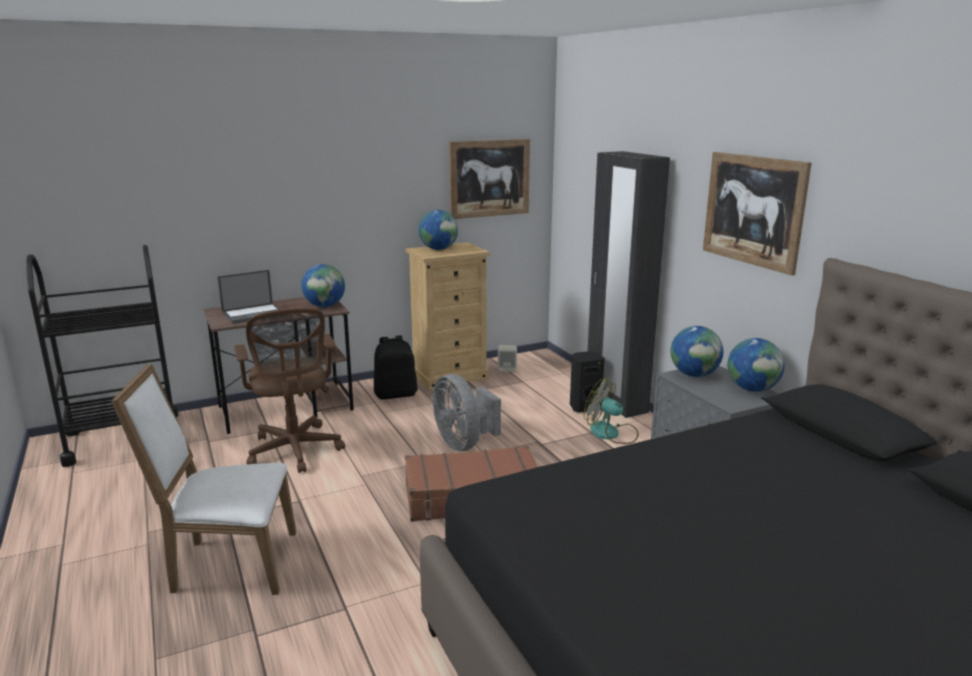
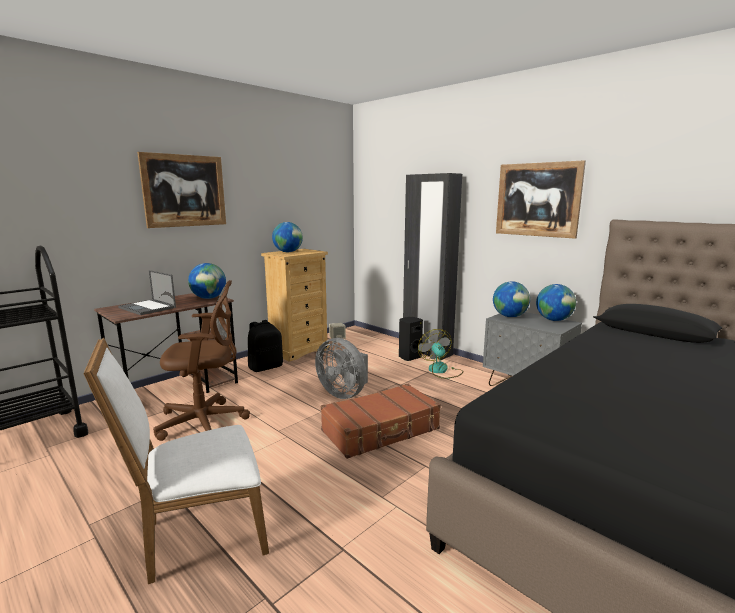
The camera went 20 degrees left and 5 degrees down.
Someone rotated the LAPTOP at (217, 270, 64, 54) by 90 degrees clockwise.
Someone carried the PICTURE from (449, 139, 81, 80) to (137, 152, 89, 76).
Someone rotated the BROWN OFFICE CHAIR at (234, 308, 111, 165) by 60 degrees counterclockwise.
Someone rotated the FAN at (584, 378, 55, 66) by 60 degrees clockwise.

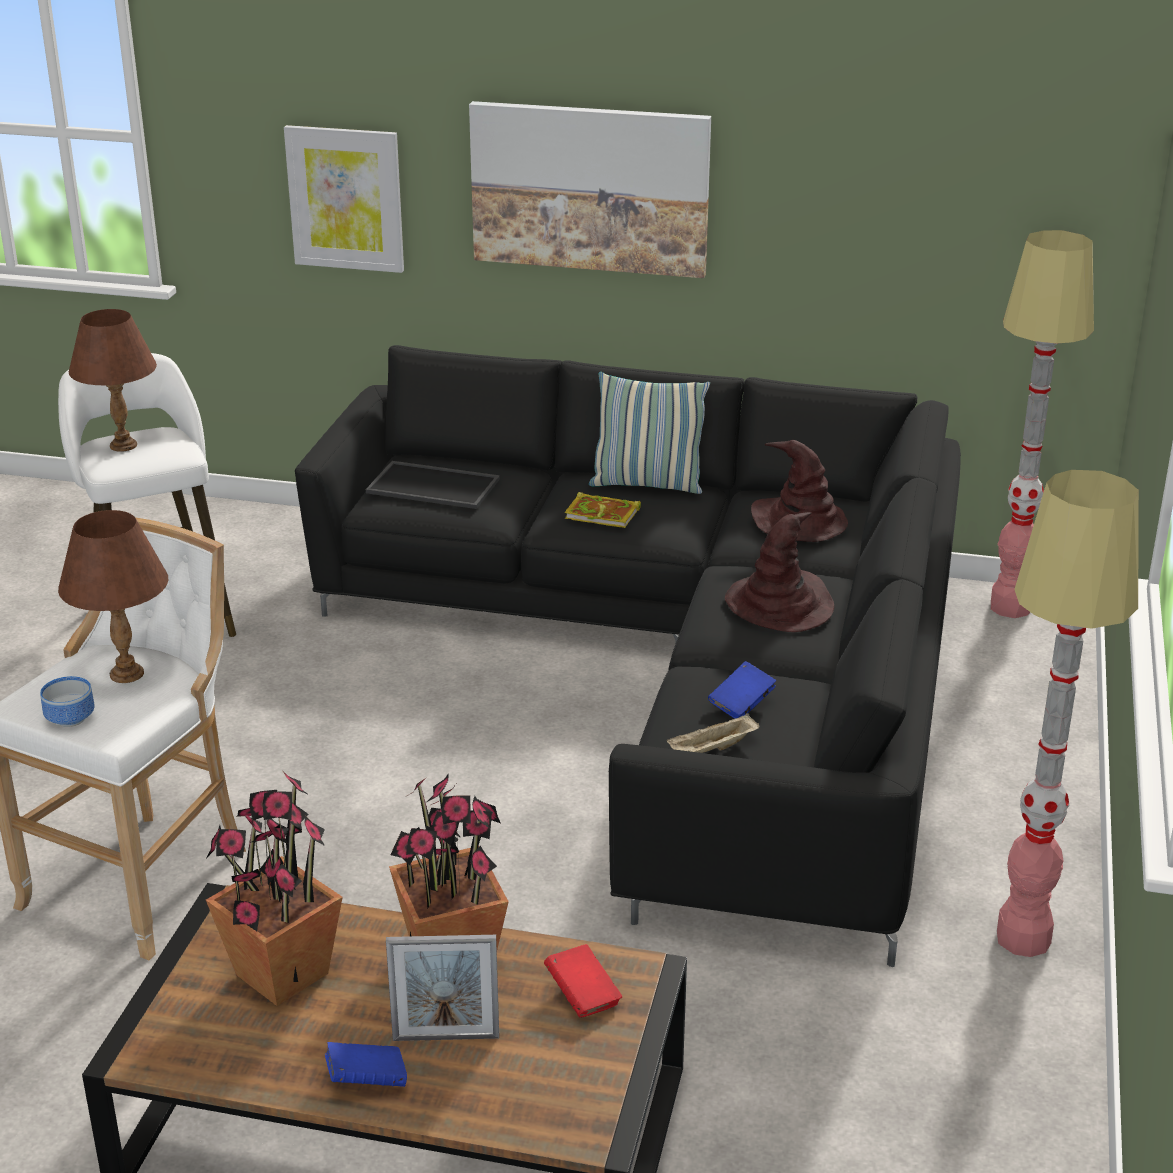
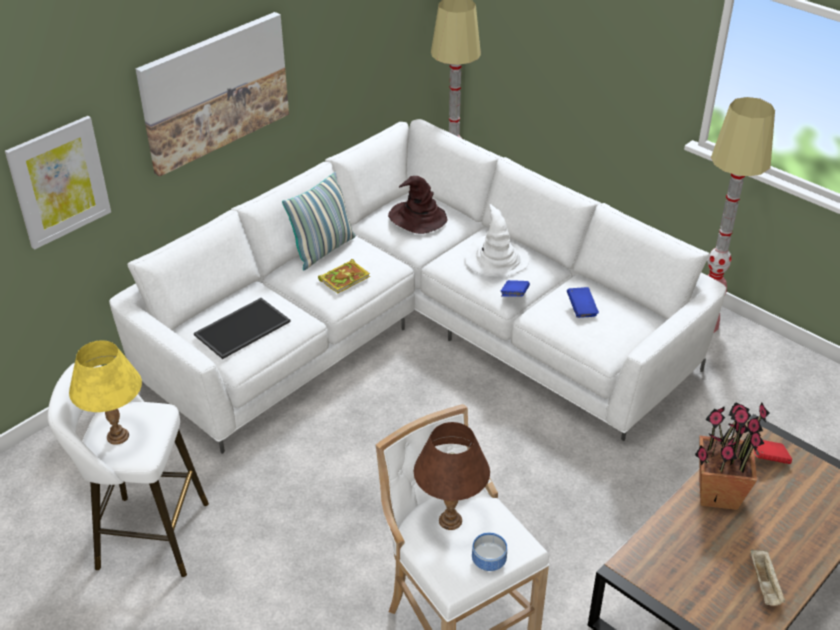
The camera went 60 degrees left and 10 degrees up.
Someone repainted the BROWN TABLE LAMP at (69, 309, 88, 143), which became the YELLOW TABLE LAMP at (69, 340, 73, 105).
Someone repainted the BLACK SOFA at (295, 345, 666, 622), which became the WHITE SOFA at (109, 119, 617, 335).
Someone repainted the BROWN HAT at (725, 512, 109, 120), which became the WHITE HAT at (465, 204, 65, 73).
Someone carried the BLUE BOOK from (325, 1042, 82, 45) to (501, 280, 29, 17).
Someone carried the BEIGE TRAY from (667, 713, 92, 40) to (751, 549, 35, 57).
Someone took away the POTTED PLANT at (206, 770, 137, 236).
Someone took away the PICTURE FRAME at (386, 935, 113, 106).

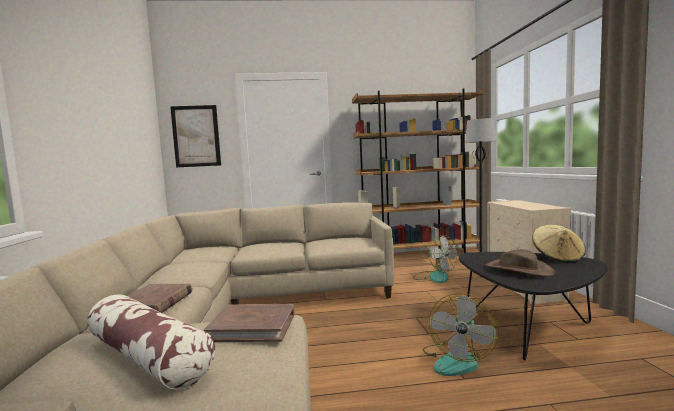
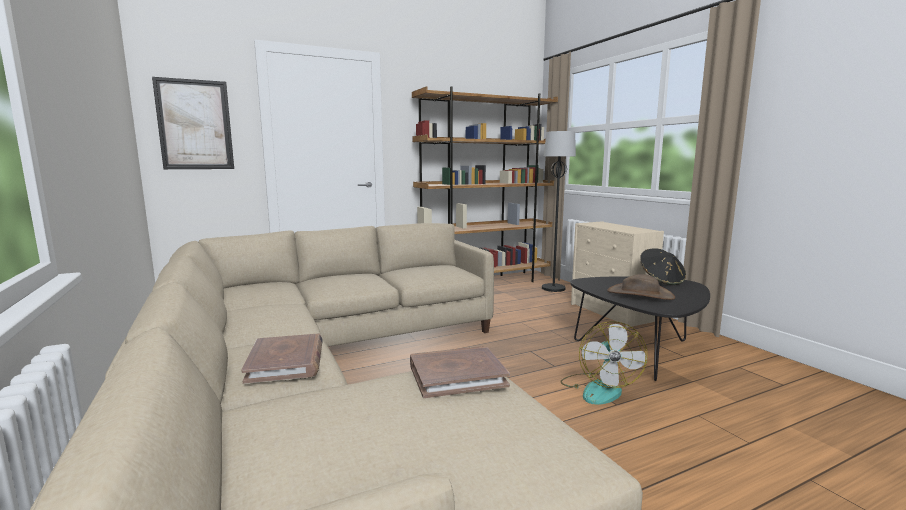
The camera went 20 degrees left and 5 degrees up.
Someone repainted the BEIGE HAT at (533, 225, 53, 38), which became the BLACK HAT at (640, 248, 46, 37).
Someone took away the PILLOW at (87, 294, 128, 96).
Someone took away the FAN at (413, 235, 46, 48).

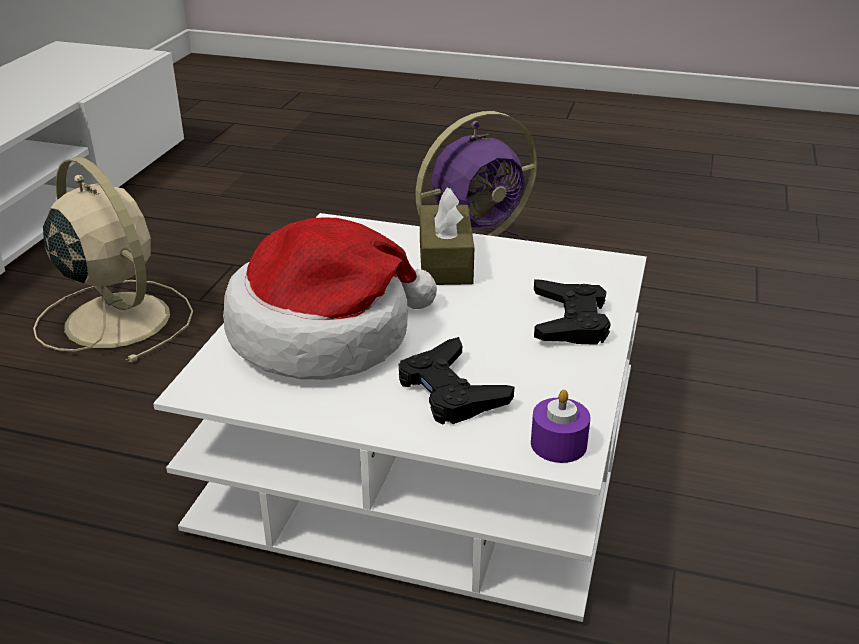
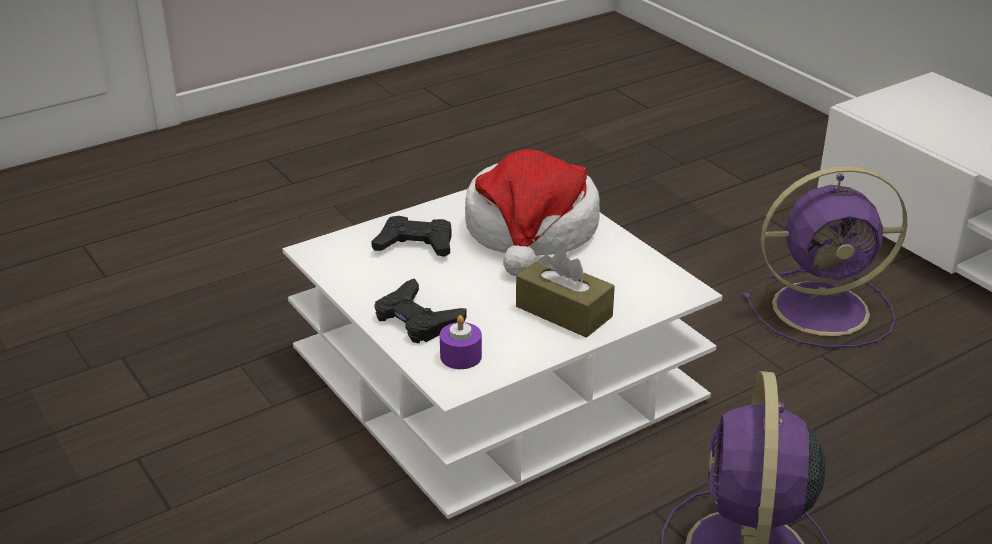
The camera went 130 degrees right and 0 degrees up.
Someone carried the PURPLE CANDLE from (531, 390, 59, 73) to (440, 315, 42, 54).
Someone repainted the BEIGE FAN at (33, 157, 160, 205), which became the PURPLE FAN at (743, 166, 164, 182).

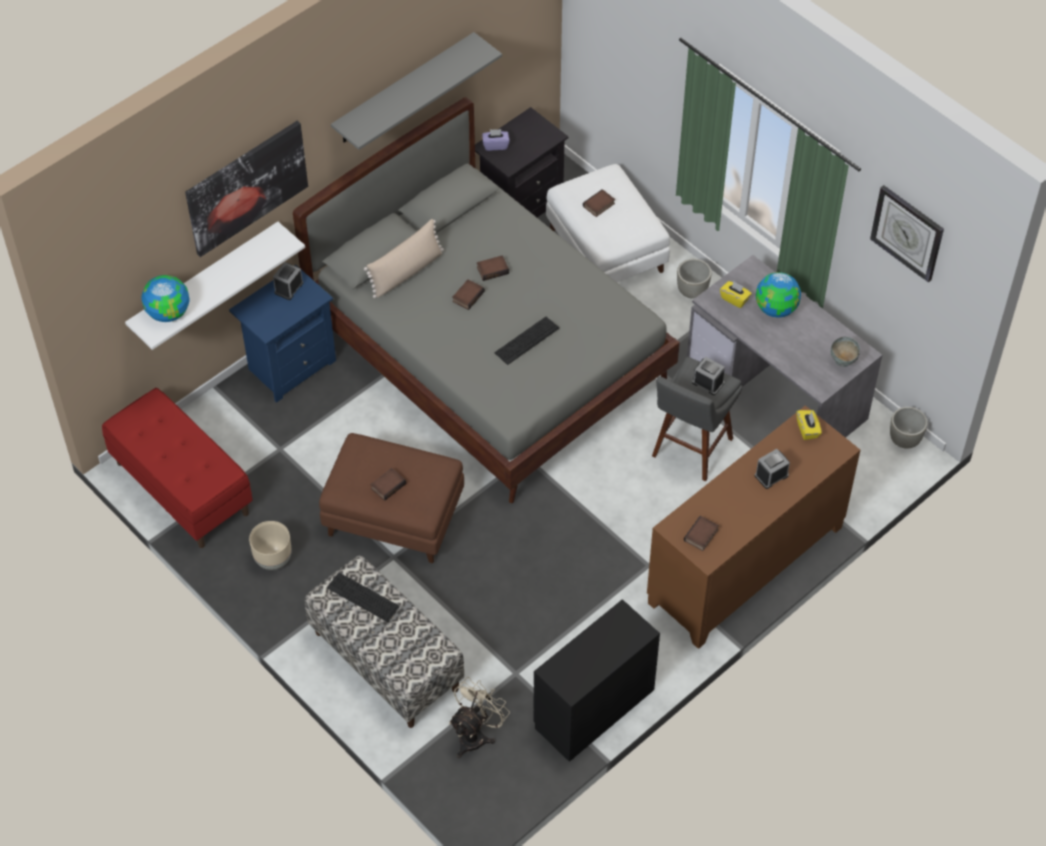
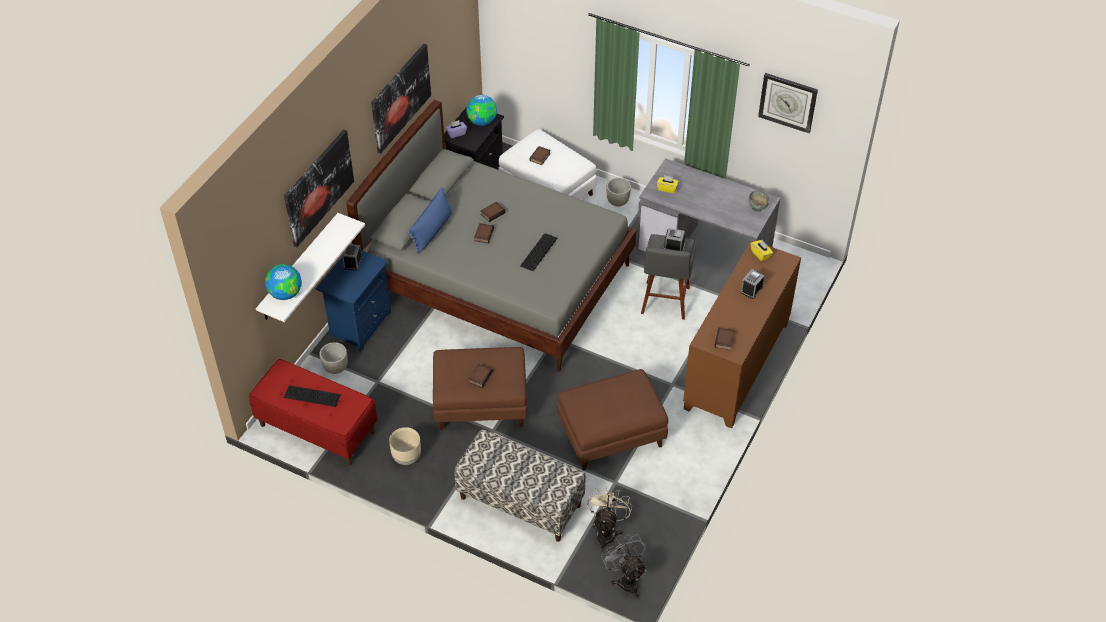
The camera went 20 degrees left and 5 degrees down.
Someone carried the KEYBOARD from (327, 573, 73, 49) to (284, 385, 56, 22).
Someone carried the GREY PLANTER from (890, 407, 38, 42) to (319, 342, 28, 32).
Someone swapped the GREY SHELF at (331, 32, 171, 118) for the PICTURE at (371, 44, 60, 110).
Someone repainted the BEIGE PILLOW at (364, 219, 80, 79), which became the BLUE PILLOW at (407, 187, 45, 66).
Someone carried the GLOBE from (756, 272, 45, 46) to (466, 95, 31, 31).
Someone put down the BROWN OTTOMAN at (557, 369, 111, 101).
Someone put down the GREY FAN at (601, 534, 45, 64).
Someone took away the BLACK DRESSER at (533, 599, 127, 163).

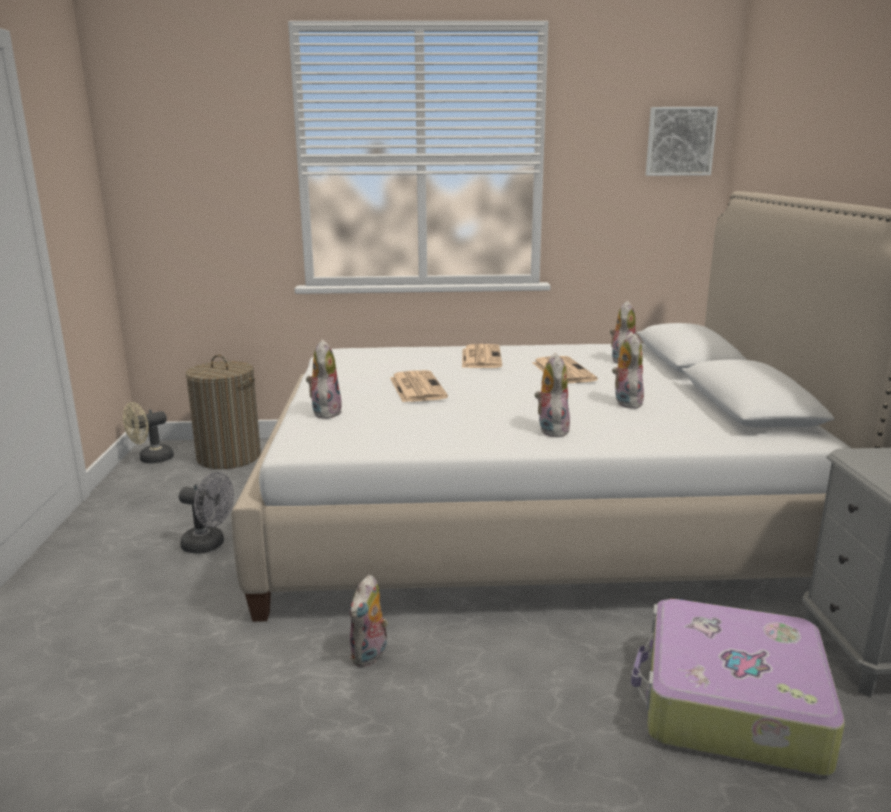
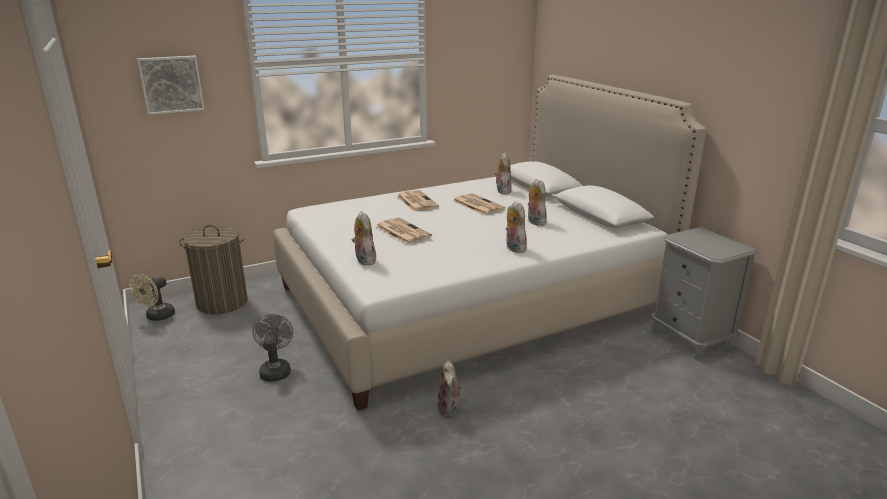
The camera went 25 degrees left and 5 degrees up.
Someone carried the PICTURE from (646, 107, 72, 69) to (137, 56, 68, 59).
Someone rotated the GREY FAN at (179, 472, 55, 81) by 90 degrees counterclockwise.
Someone took away the SUITCASE at (631, 599, 214, 177).

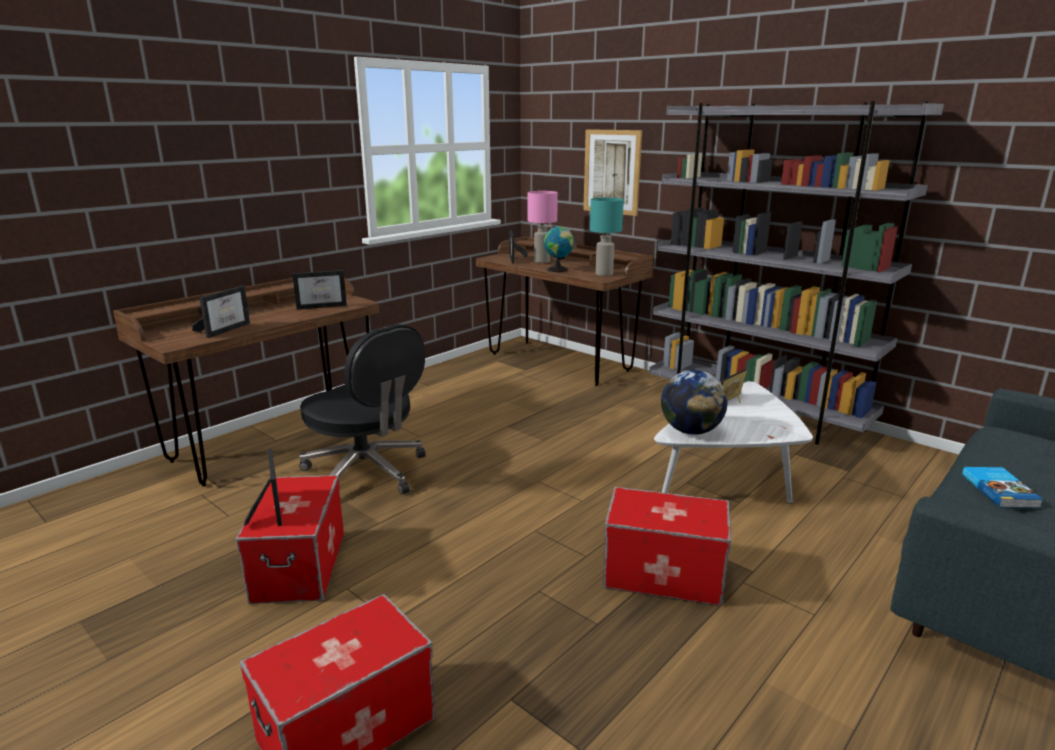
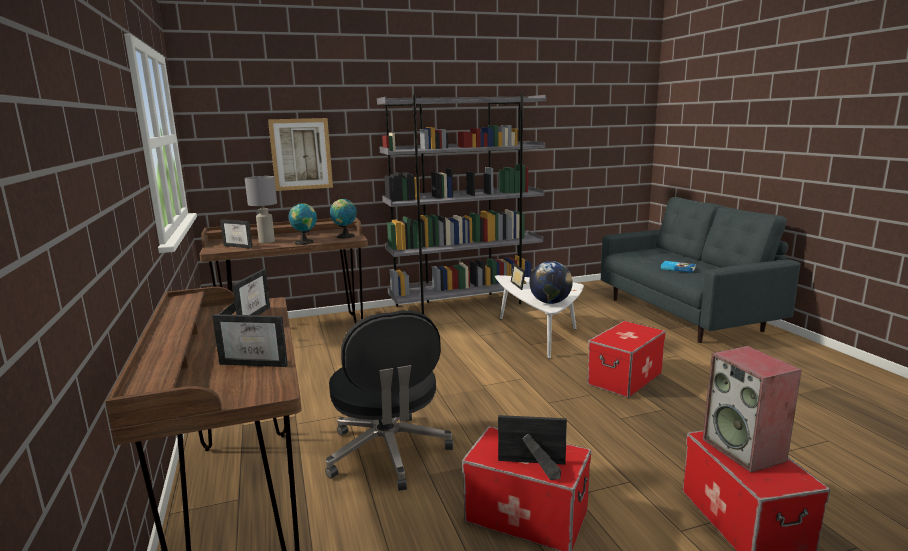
The camera went 60 degrees left and 5 degrees down.
Someone rotated the PICTURE FRAME at (192, 285, 58, 53) by 135 degrees clockwise.
Someone repainted the PINK TABLE LAMP at (528, 191, 30, 72), which became the GREY TABLE LAMP at (245, 176, 32, 67).
Someone rotated the BLACK OFFICE CHAIR at (299, 324, 127, 171) by 90 degrees clockwise.
Someone swapped the TURQUOISE TABLE LAMP at (590, 197, 34, 79) for the GLOBE at (330, 199, 27, 39).
Someone put down the SPEAKER at (702, 346, 100, 126).

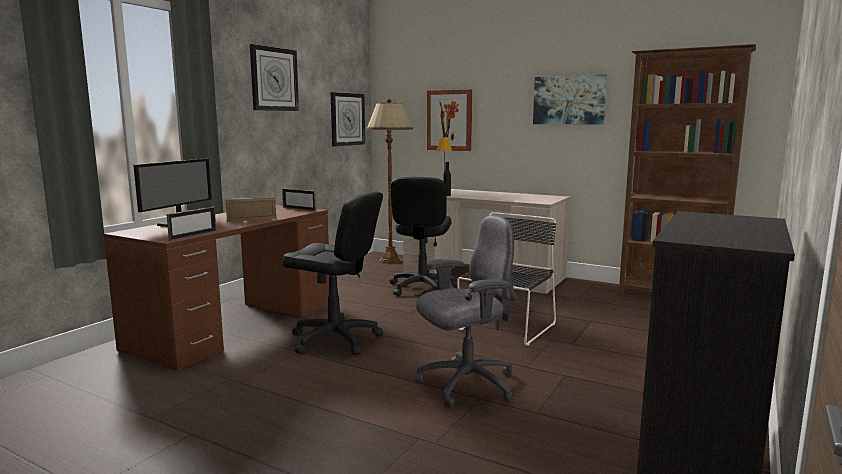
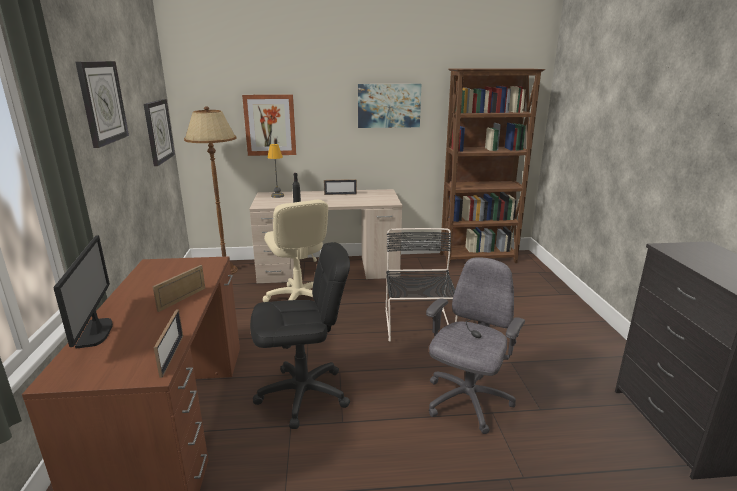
The camera went 35 degrees left and 10 degrees up.
Someone repainted the BLACK OFFICE CHAIR at (390, 177, 67, 119), which became the BEIGE OFFICE CHAIR at (263, 200, 65, 102).
Someone carried the PICTURE FRAME from (282, 188, 34, 23) to (324, 179, 33, 16).

